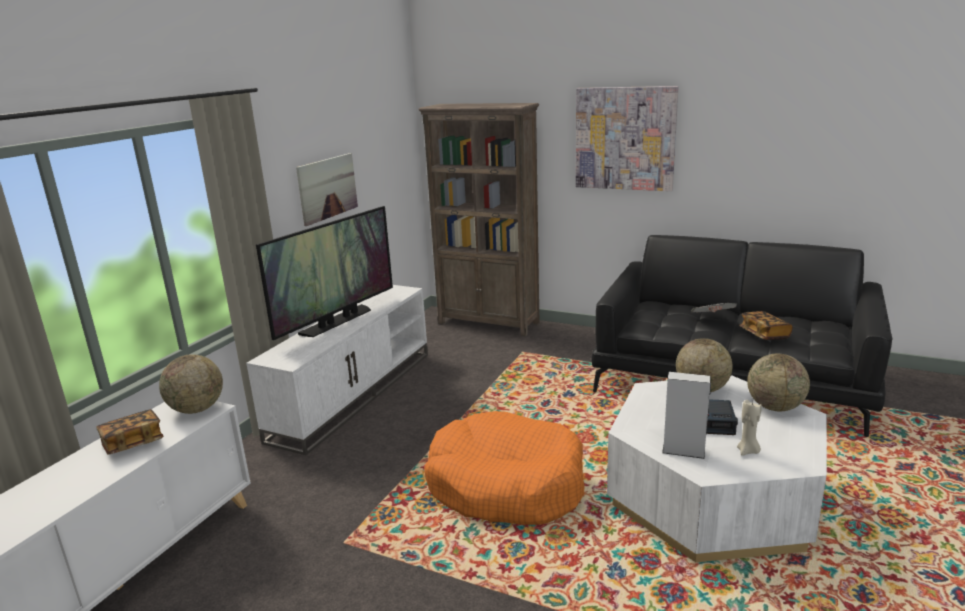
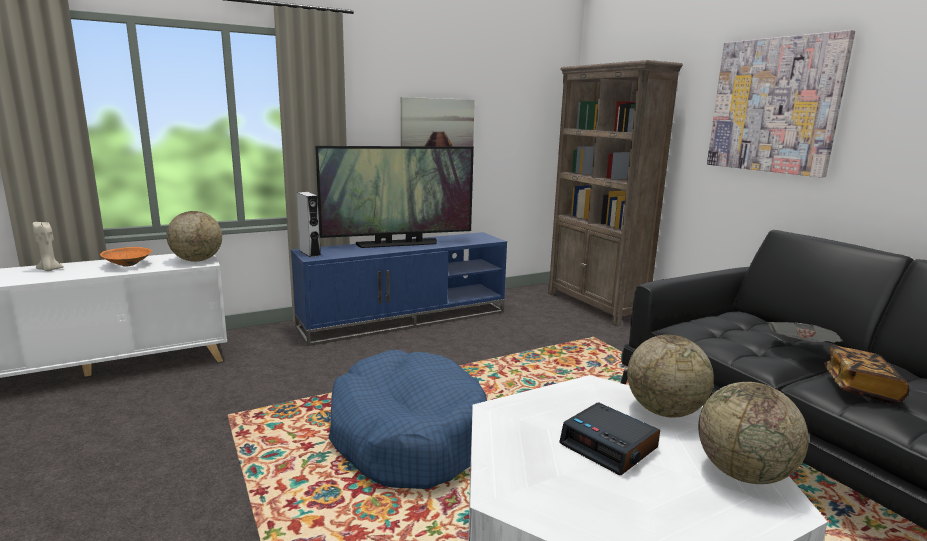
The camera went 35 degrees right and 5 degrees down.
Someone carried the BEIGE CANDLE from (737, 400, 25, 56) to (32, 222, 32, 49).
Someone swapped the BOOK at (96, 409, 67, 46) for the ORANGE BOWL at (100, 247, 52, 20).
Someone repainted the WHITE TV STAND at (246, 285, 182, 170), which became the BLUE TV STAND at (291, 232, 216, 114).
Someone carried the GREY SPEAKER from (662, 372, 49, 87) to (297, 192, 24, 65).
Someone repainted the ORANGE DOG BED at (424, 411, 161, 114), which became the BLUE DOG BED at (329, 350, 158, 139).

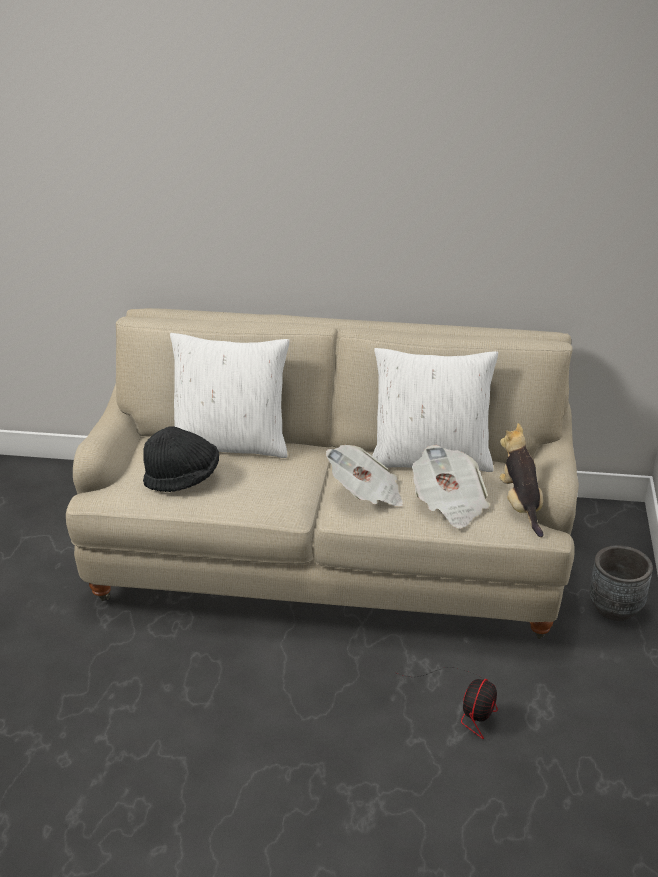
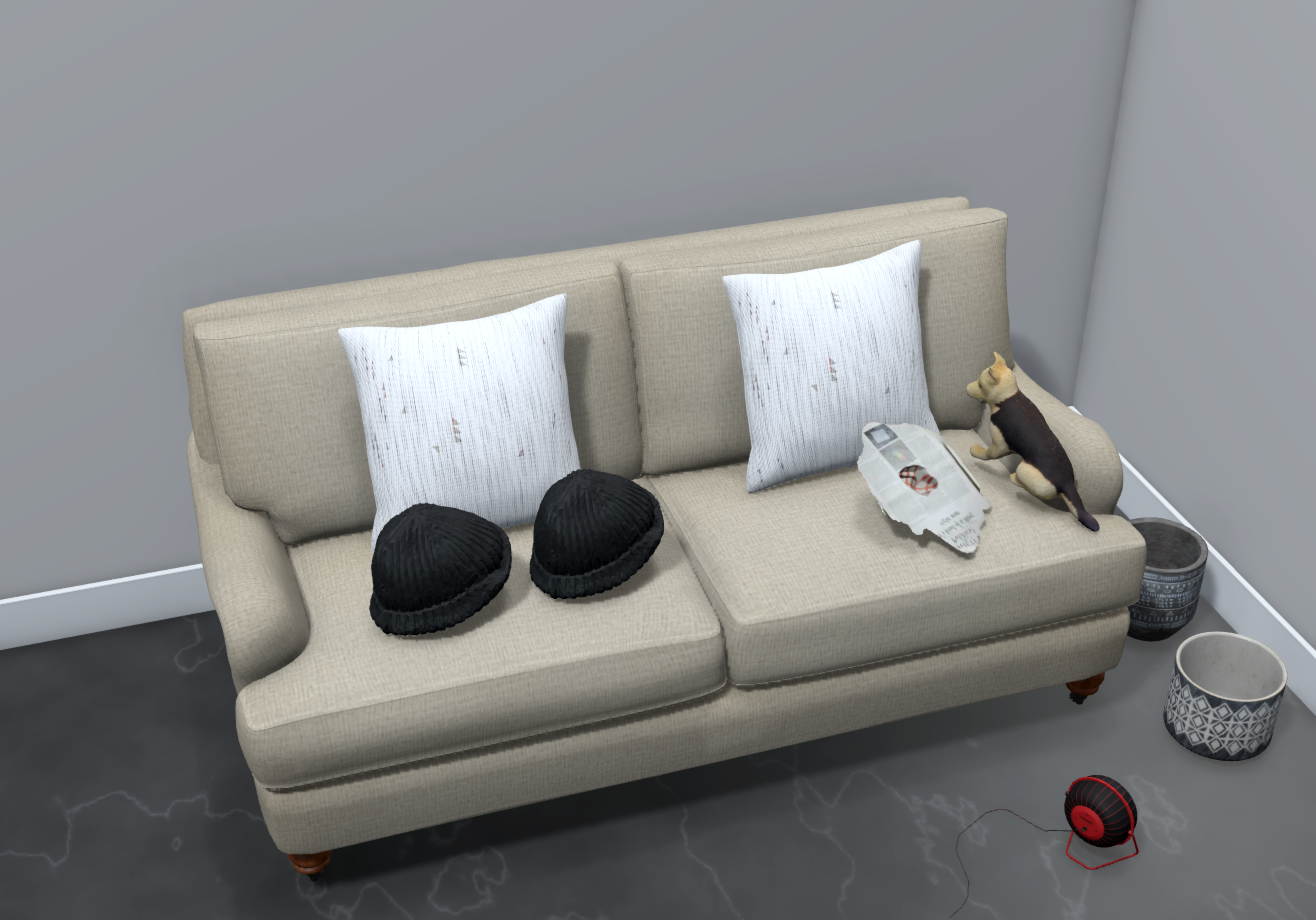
The camera went 25 degrees left and 0 degrees up.
Someone put down the BLACK HAT at (530, 469, 134, 131).
Someone rotated the FAN at (395, 667, 103, 72) by 45 degrees counterclockwise.
Someone put down the PLANTER at (1163, 632, 124, 129).
Someone took away the NEWSPAPER at (326, 445, 77, 62).

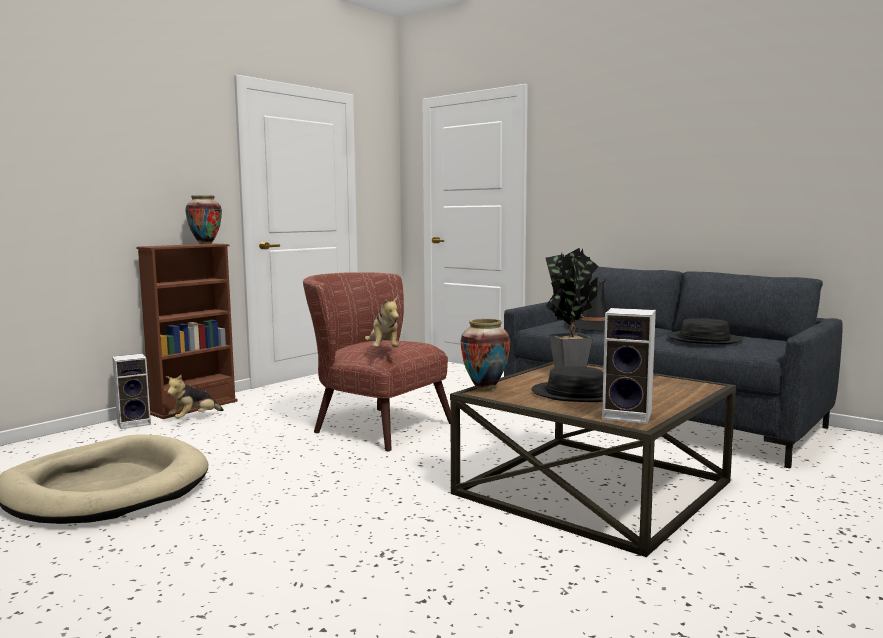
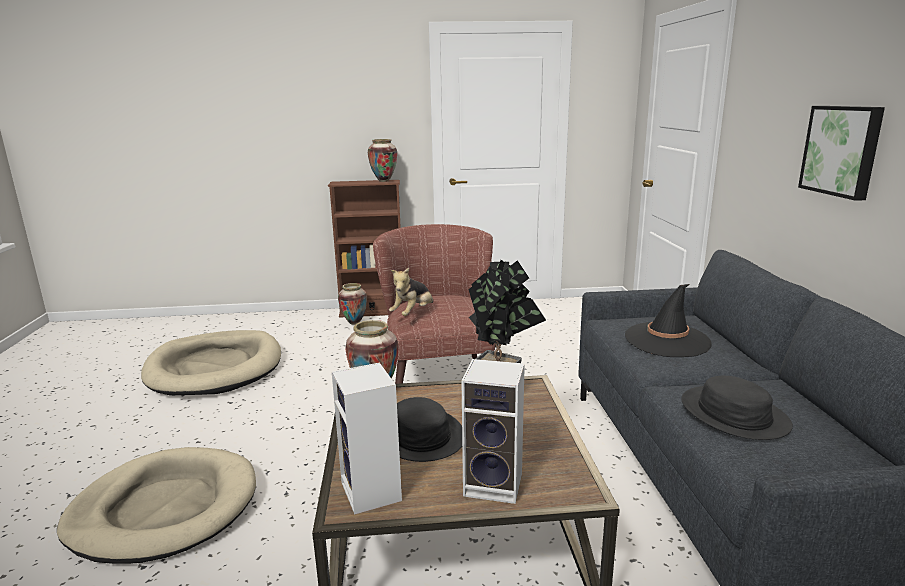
The camera went 45 degrees right and 10 degrees up.
Someone put down the BEIGE DOG BED at (57, 447, 199, 117).
Someone swapped the PLUSH TOY at (166, 375, 58, 44) for the VASE at (338, 283, 29, 42).
Someone carried the SPEAKER from (112, 354, 39, 75) to (461, 359, 64, 145).
Someone put up the PICTURE at (798, 106, 87, 95).

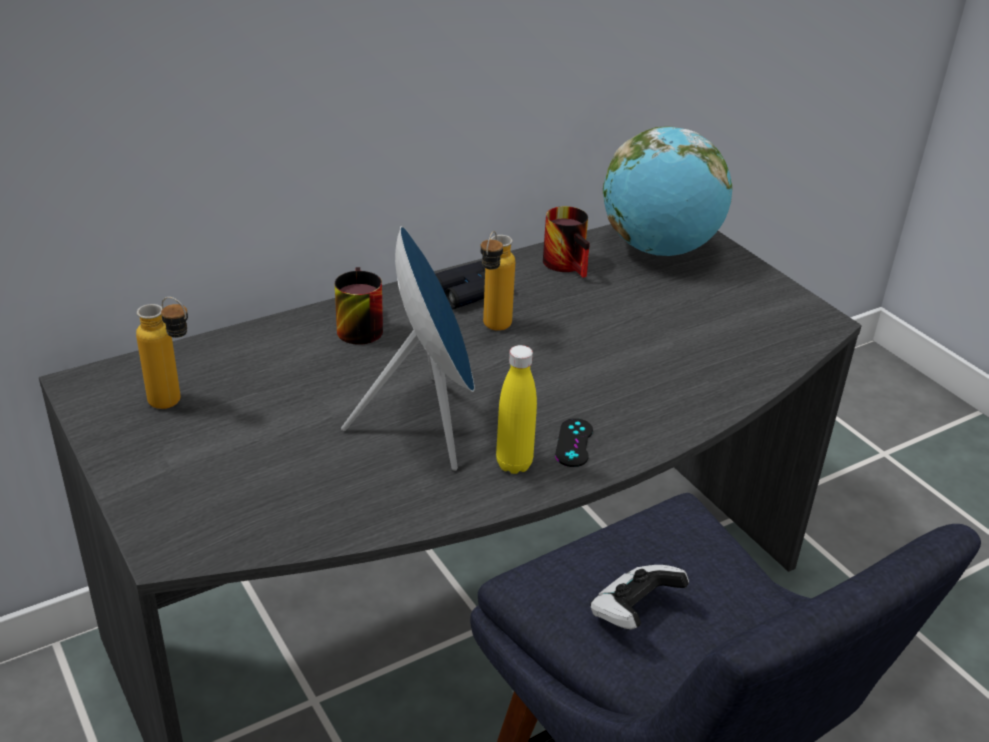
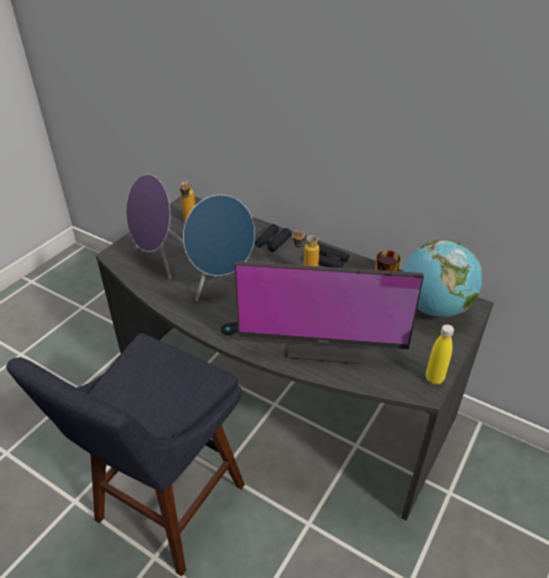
The camera went 65 degrees right and 5 degrees up.
Someone put down the PURPLE SPEAKER at (126, 174, 57, 105).
Someone put down the MONITOR at (234, 261, 190, 103).
Someone swapped the MUG at (335, 267, 48, 78) for the BLACK BINOCULARS at (255, 224, 37, 28).
Someone carried the YELLOW BOTTLE from (496, 345, 41, 129) to (426, 324, 28, 61).
Someone took away the GAME CONTROLLER at (590, 565, 99, 64).

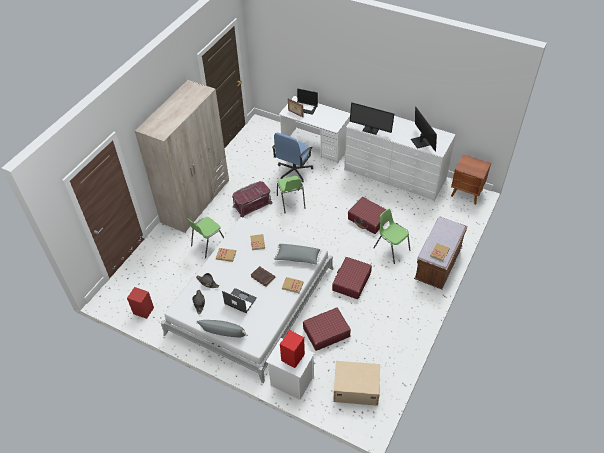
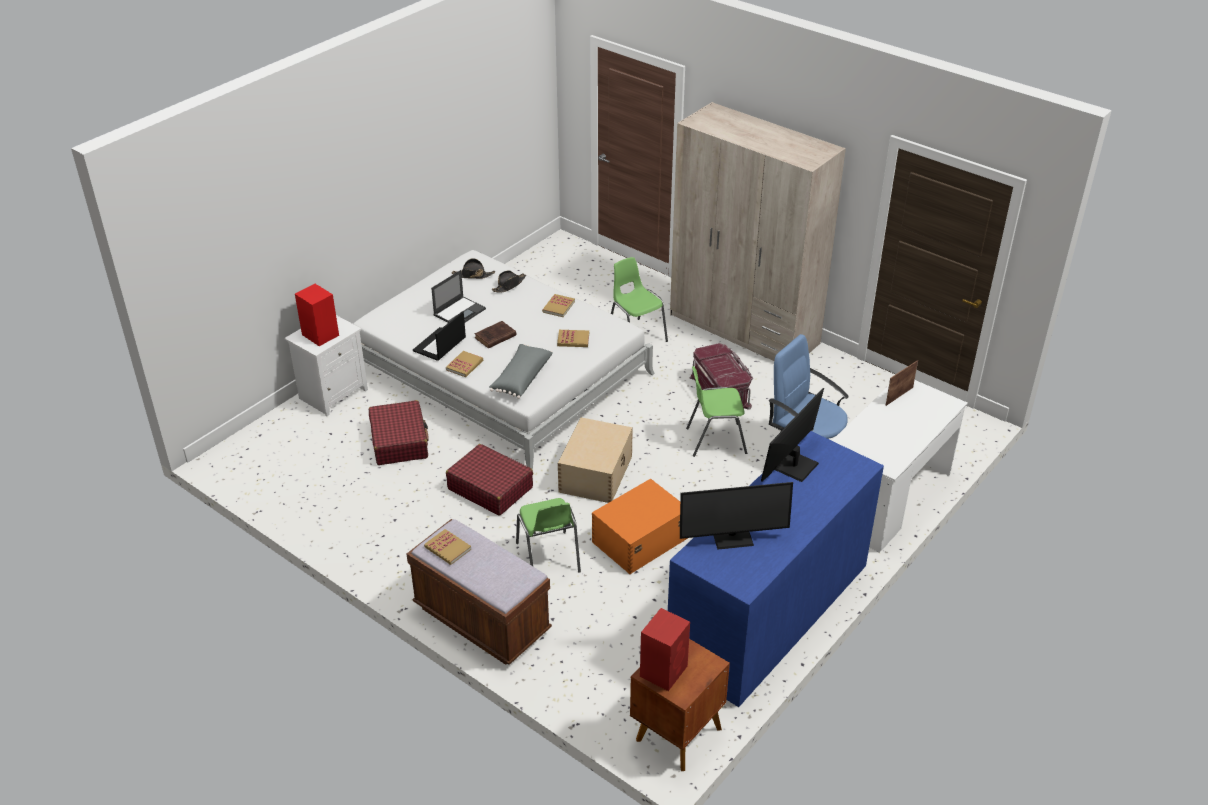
The camera went 100 degrees right and 10 degrees down.
Someone carried the LAPTOP from (297, 88, 21, 27) to (413, 311, 53, 50).
Someone rotated the GREEN CHAIR at (373, 209, 37, 55) by 105 degrees clockwise.
Someone carried the BEIGE STORAGE BOX from (333, 361, 47, 45) to (558, 417, 75, 86).
Someone swapped the RED SUITCASE at (348, 197, 39, 37) for the ORANGE STORAGE BOX at (592, 479, 96, 95).
Someone carried the RED SPEAKER from (127, 287, 27, 32) to (640, 608, 50, 83).
Someone repainted the WHITE DRESSER at (344, 116, 112, 85), which became the BLUE DRESSER at (668, 431, 216, 276).
Someone took away the GREY PILLOW at (196, 320, 52, 17).

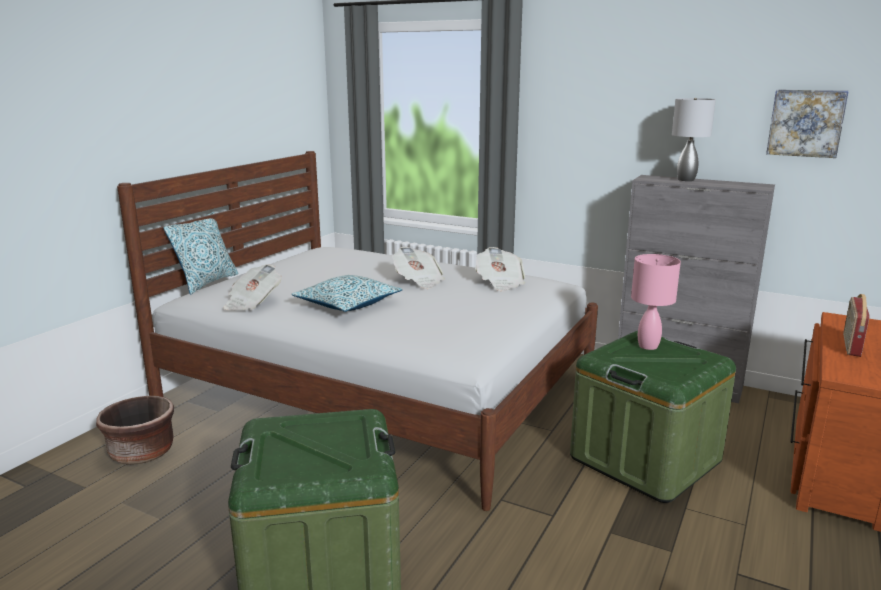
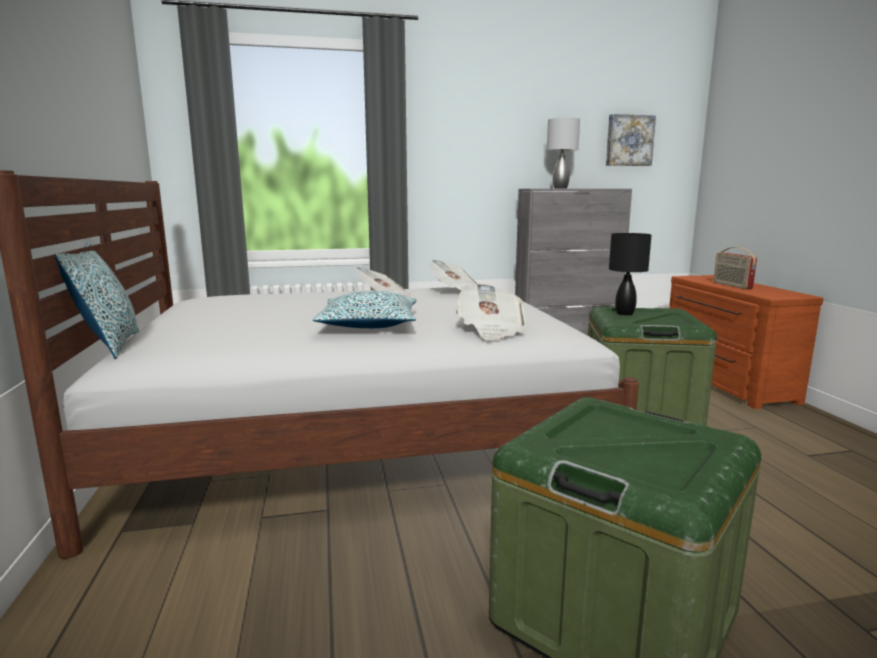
The camera went 40 degrees left and 5 degrees down.
Someone carried the NEWSPAPER from (223, 264, 59, 47) to (455, 283, 71, 57).
Someone repainted the PINK TABLE LAMP at (631, 254, 50, 96), which became the BLACK TABLE LAMP at (609, 233, 43, 82).
Someone took away the BROWN PLANTER at (96, 396, 78, 69).

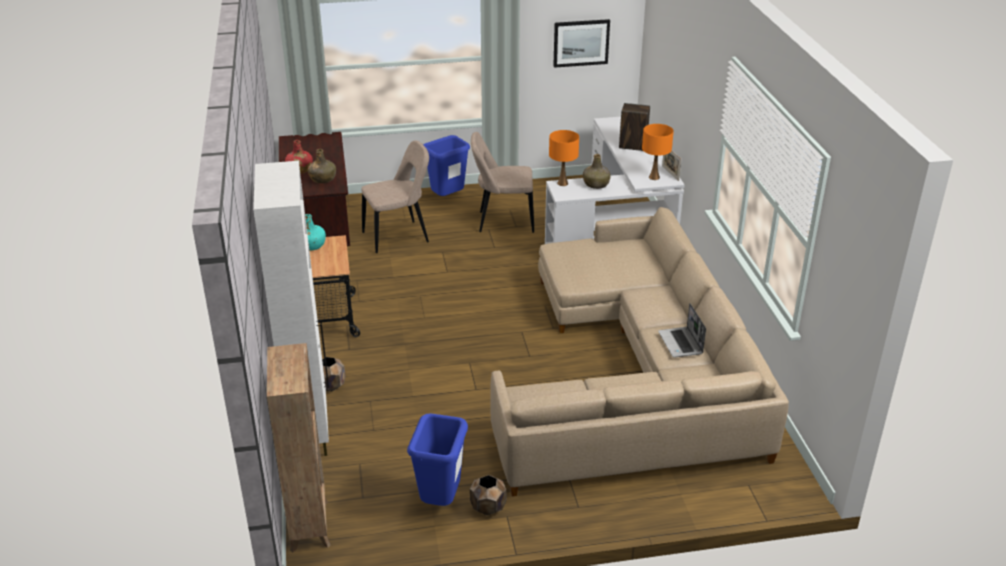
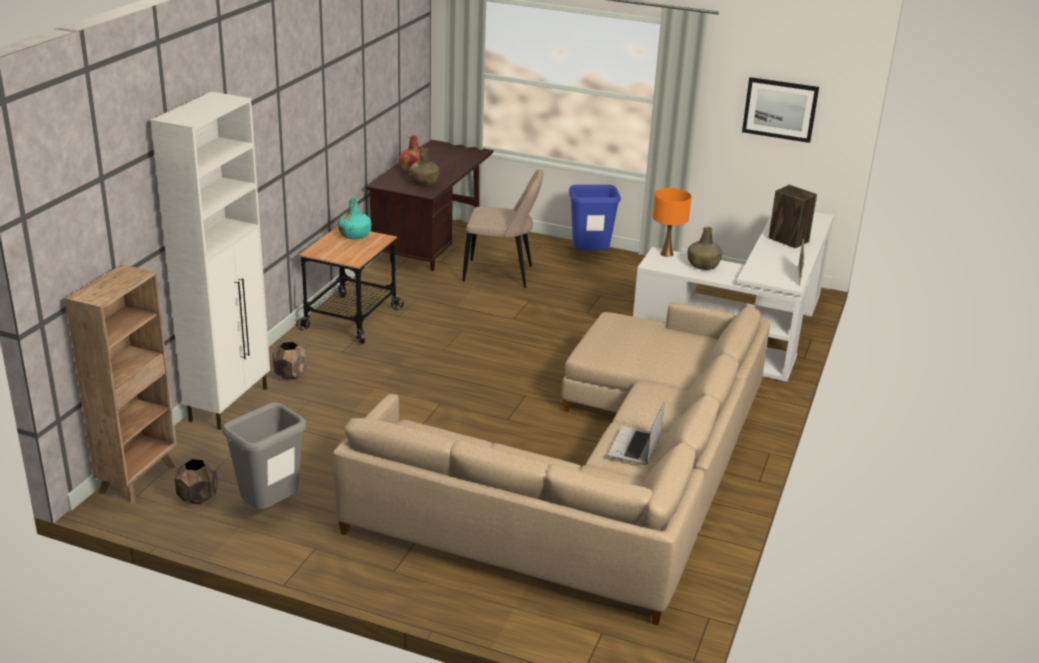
The camera went 30 degrees right and 5 degrees down.
Someone carried the BROWN PLANTER from (470, 475, 36, 40) to (175, 459, 43, 45).
Someone repainted the BLUE TRASH CAN at (407, 413, 61, 93), which became the GREY TRASH CAN at (222, 402, 84, 107).
Someone took away the BEIGE CHAIR at (471, 132, 63, 101).
Someone took away the ORANGE TABLE LAMP at (642, 124, 32, 56).

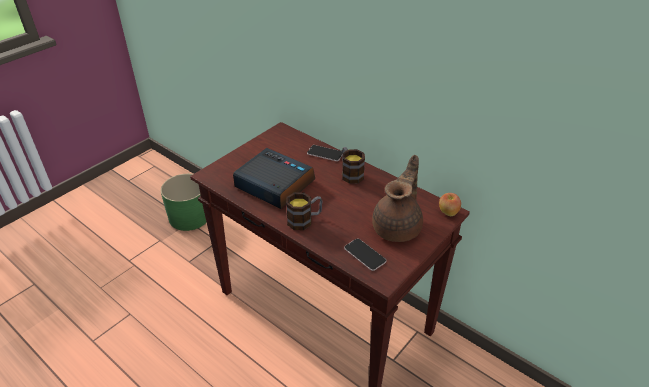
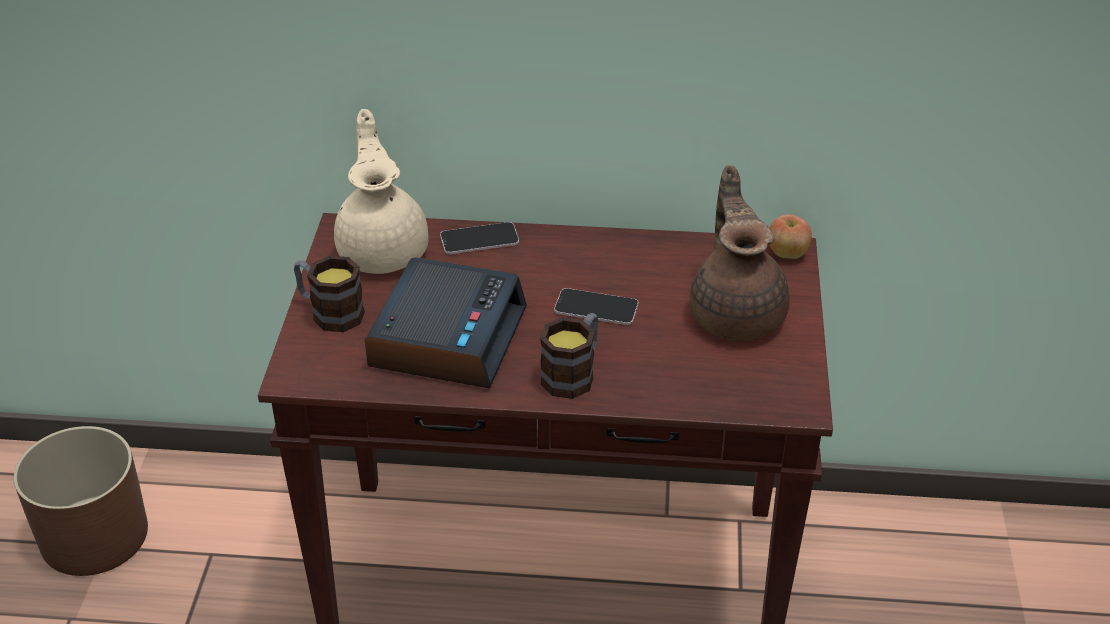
The camera went 35 degrees left and 0 degrees up.
Someone repainted the GREEN PLANTER at (161, 174, 46, 57), which became the BROWN PLANTER at (14, 426, 134, 150).
Someone carried the MUG from (342, 147, 23, 37) to (294, 256, 71, 76).
Someone put down the BEIGE TEAPOT at (334, 109, 94, 165).
Someone rotated the ALARM CLOCK at (233, 148, 82, 61) by 105 degrees clockwise.
Someone carried the PHONE from (344, 238, 42, 33) to (554, 288, 84, 37).

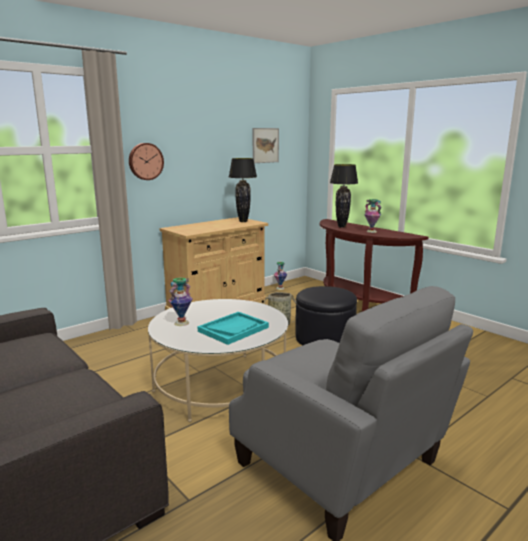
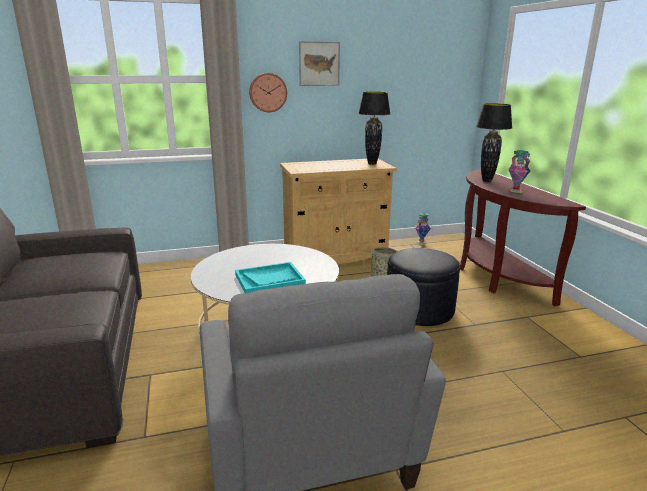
The camera went 25 degrees right and 5 degrees up.
Someone carried the PICTURE from (253, 128, 26, 35) to (299, 41, 41, 45).
Someone took away the VASE at (168, 278, 25, 48).

